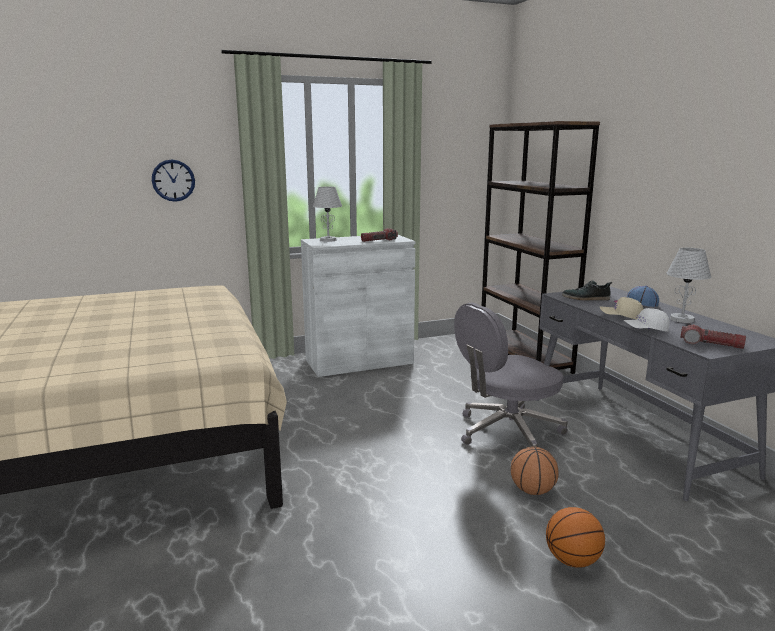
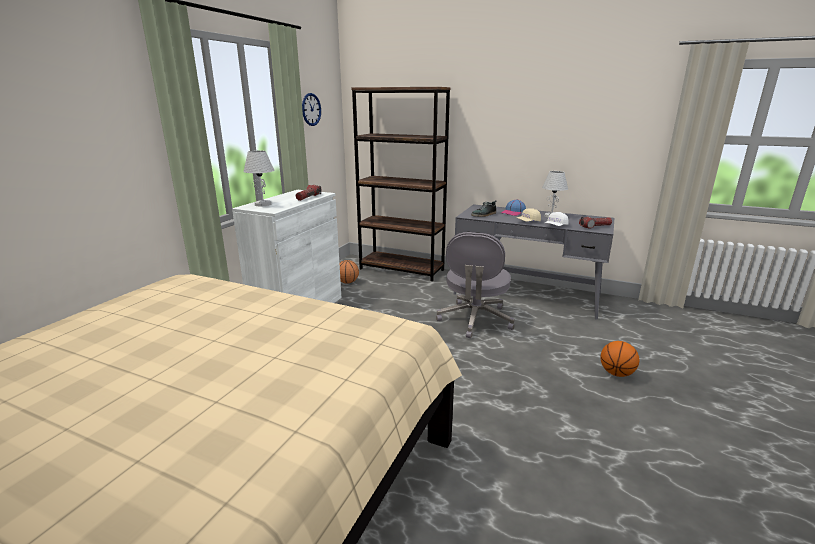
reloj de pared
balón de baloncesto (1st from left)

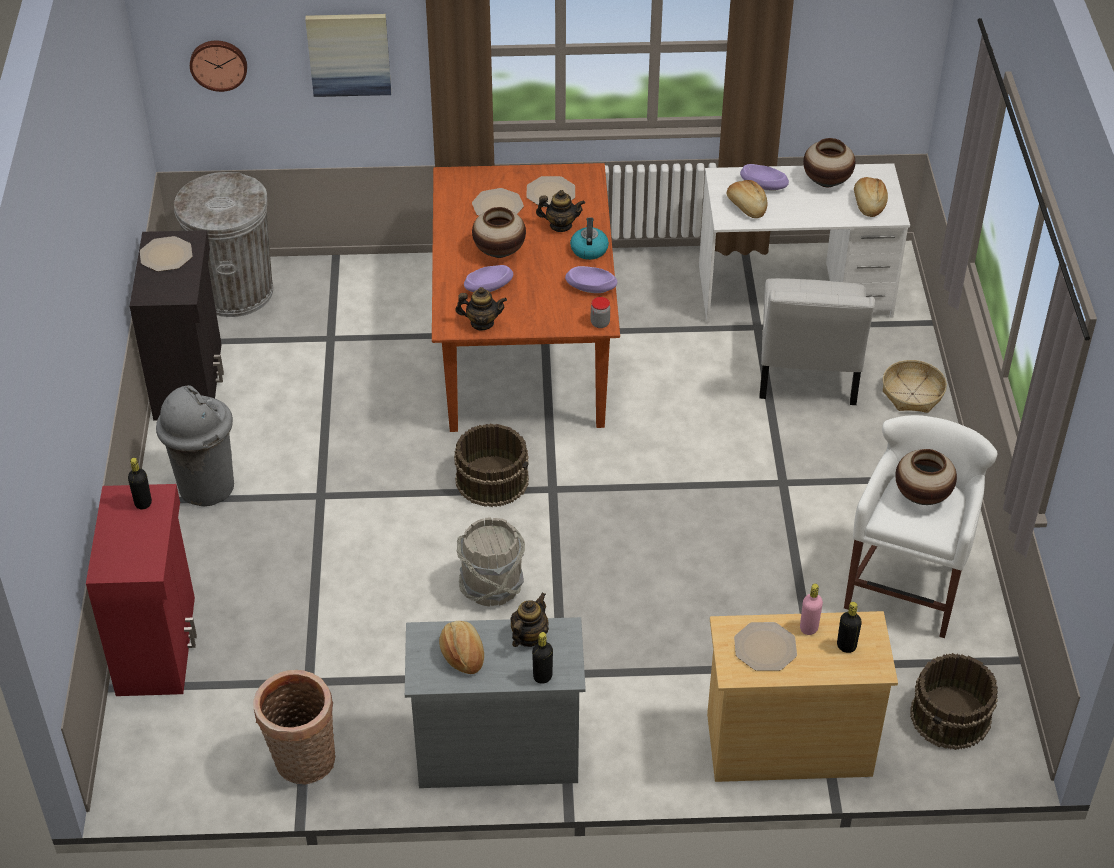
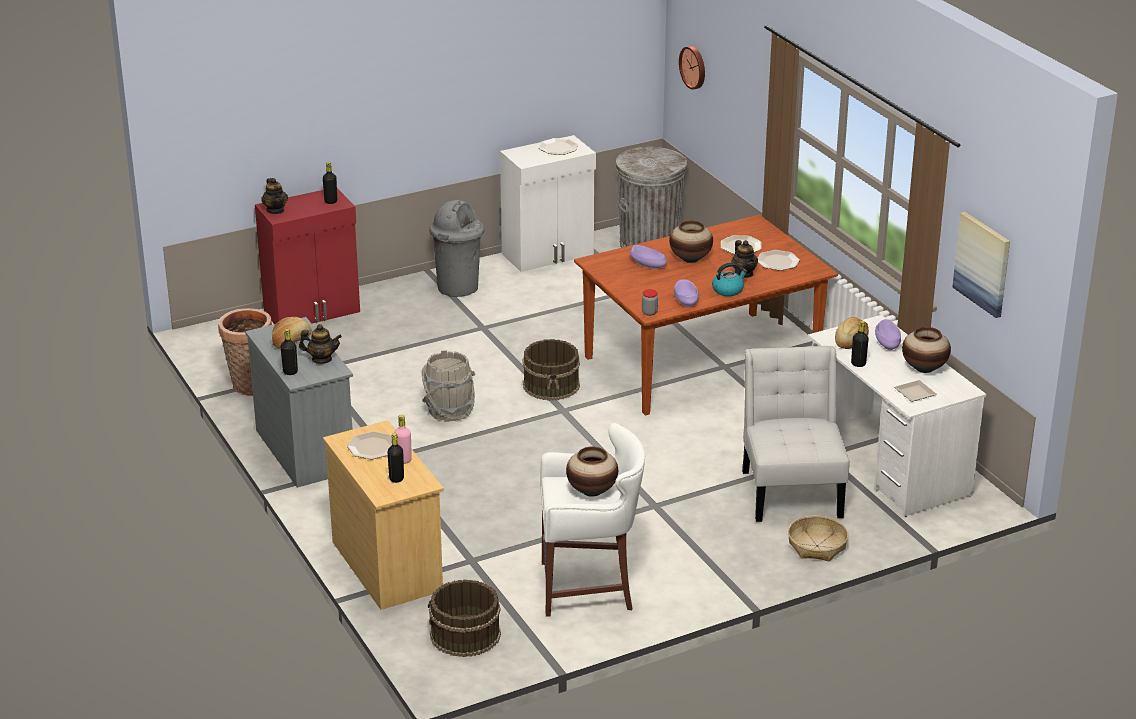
botella (negro) (4th from left)
cuadro
tetera (1st from left)
plato (5th from left)
armario (blanco)
silla (blanco)

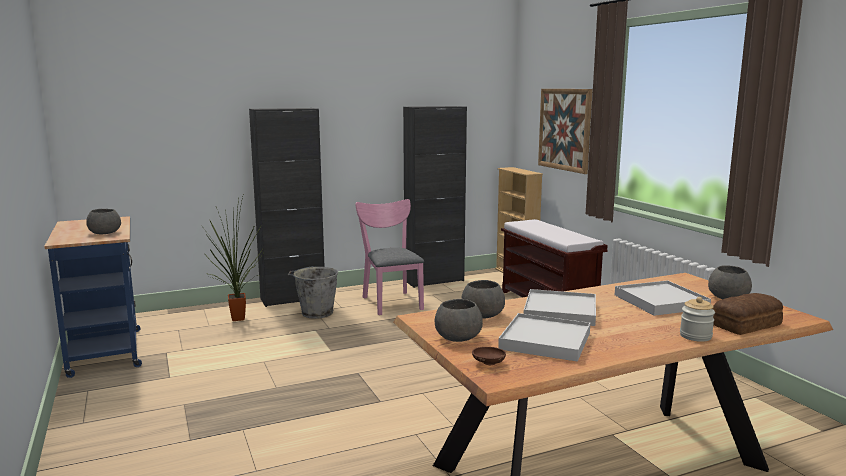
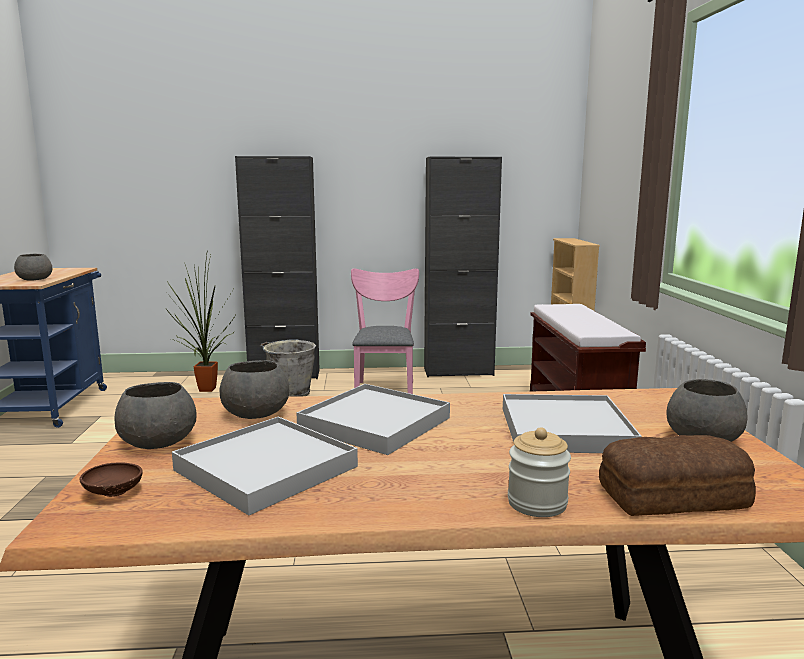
cuadro

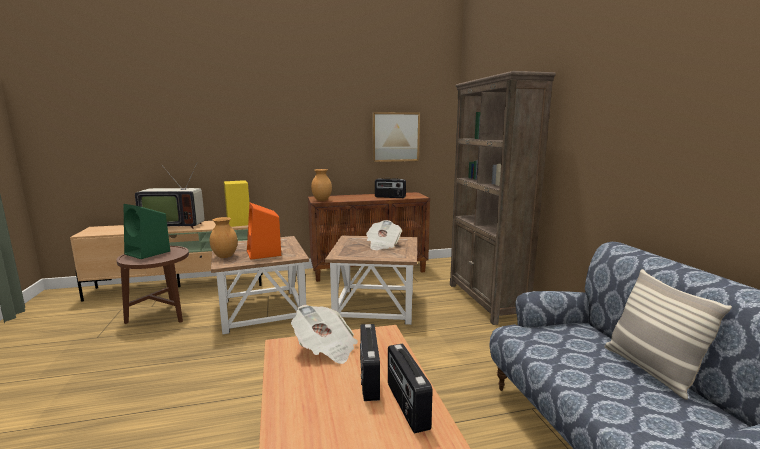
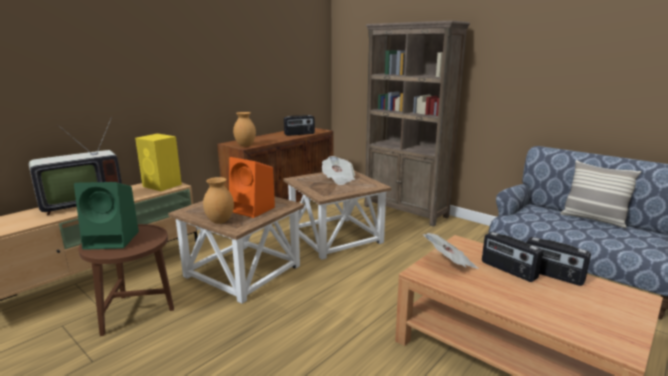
cuadro

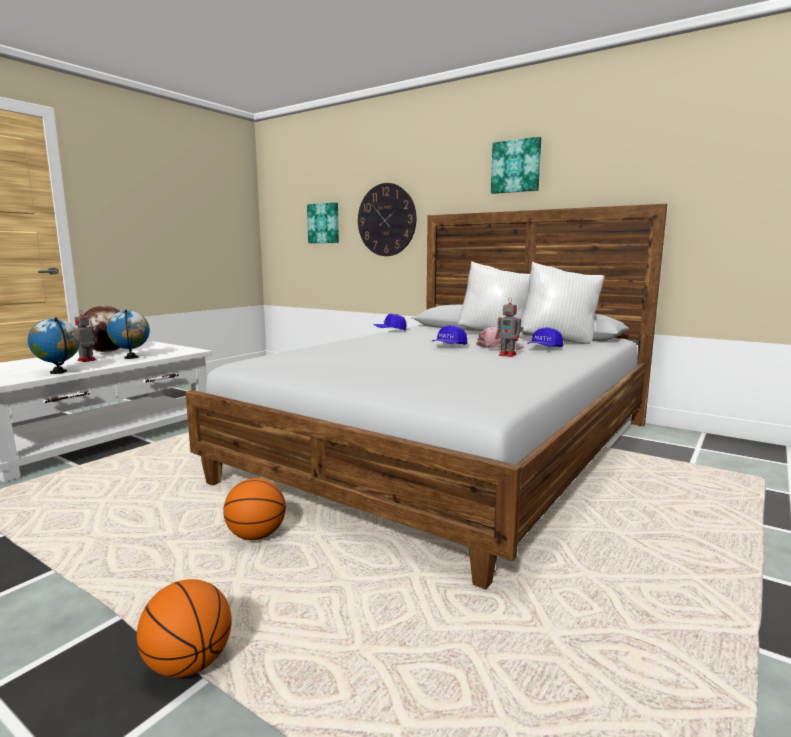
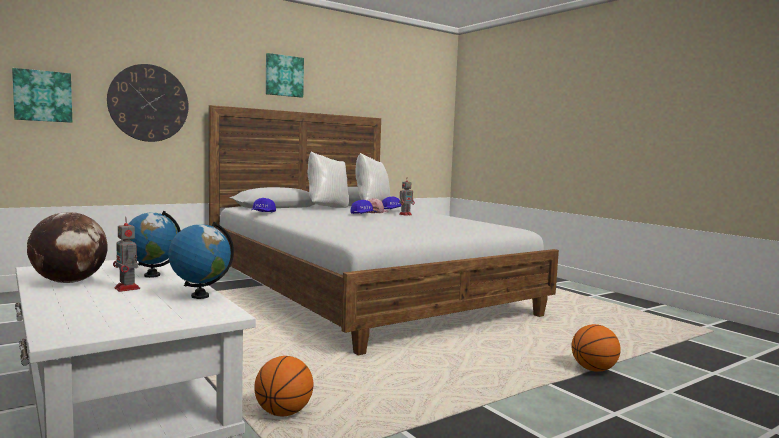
balón de baloncesto (1st from left)

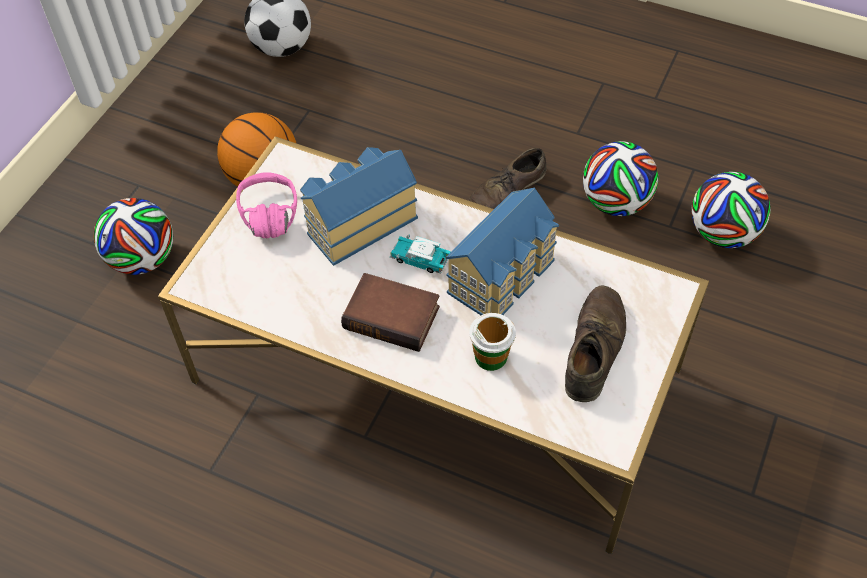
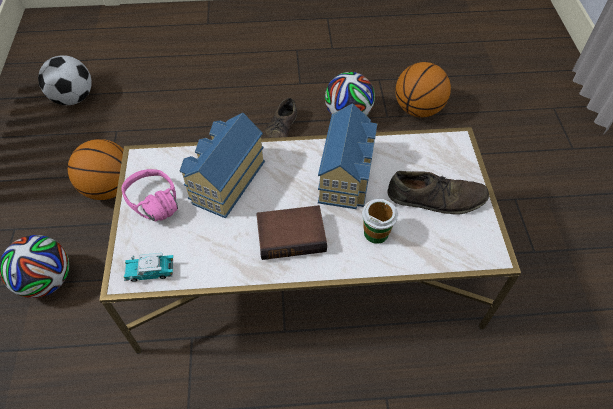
coche de juguete
balón de baloncesto (2nd from left)
zapato (marrón) (2nd from left)

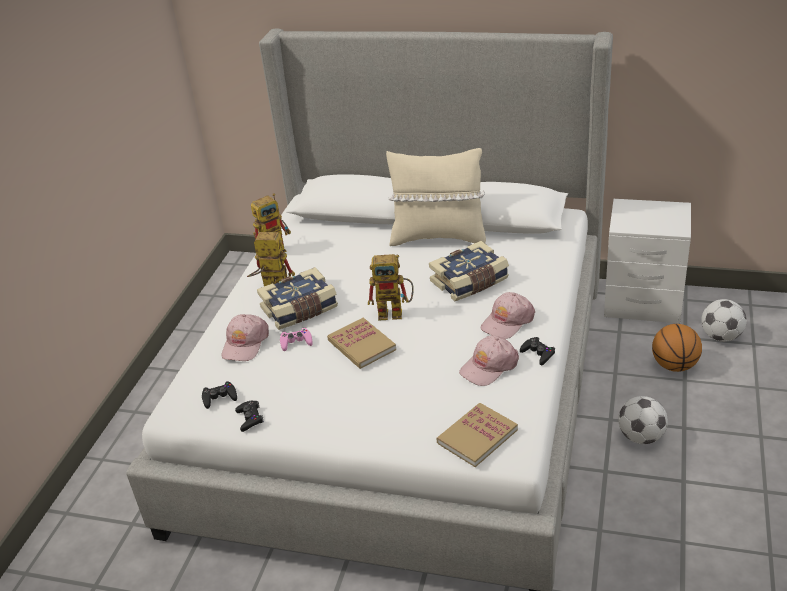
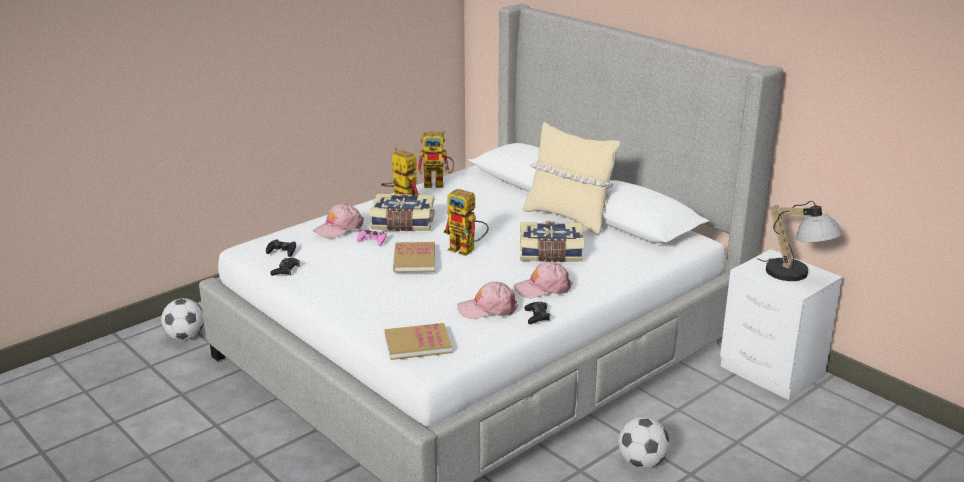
balón de baloncesto
lámpara de mesa
balón de fútbol (1st from left)

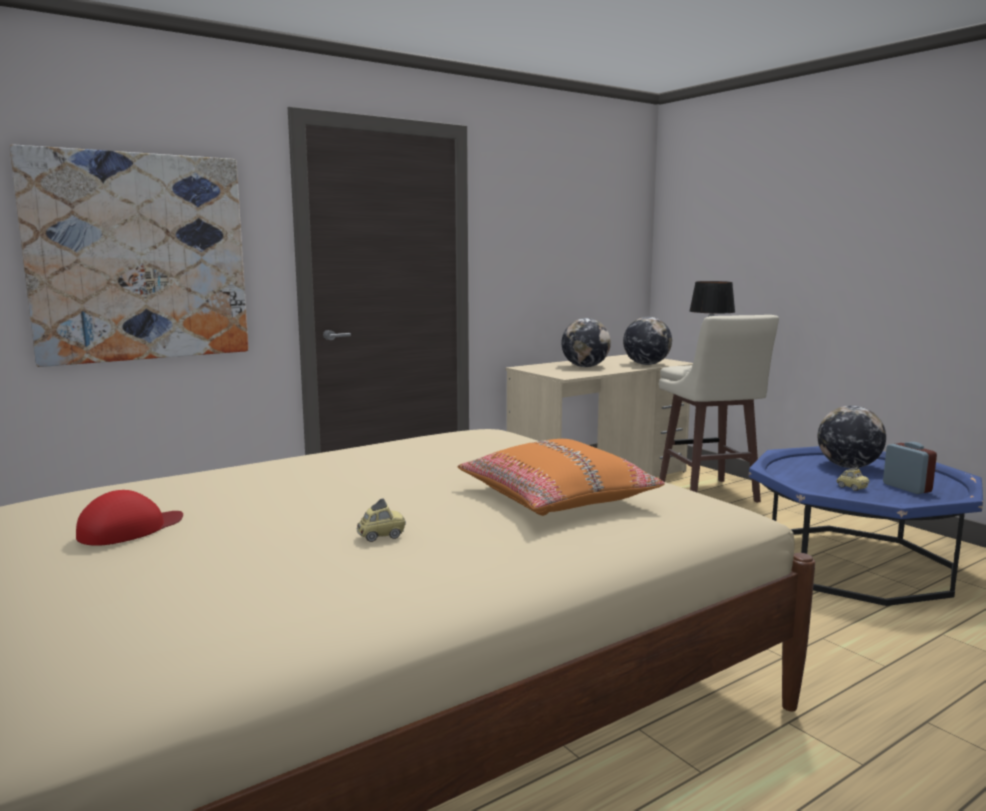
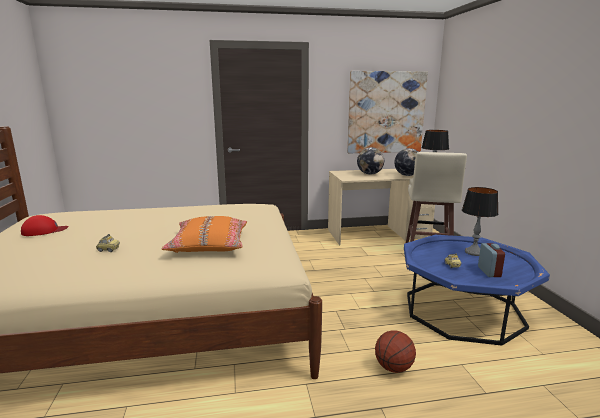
balón de baloncesto
cuadro
lámpara de mesa (2nd from left)

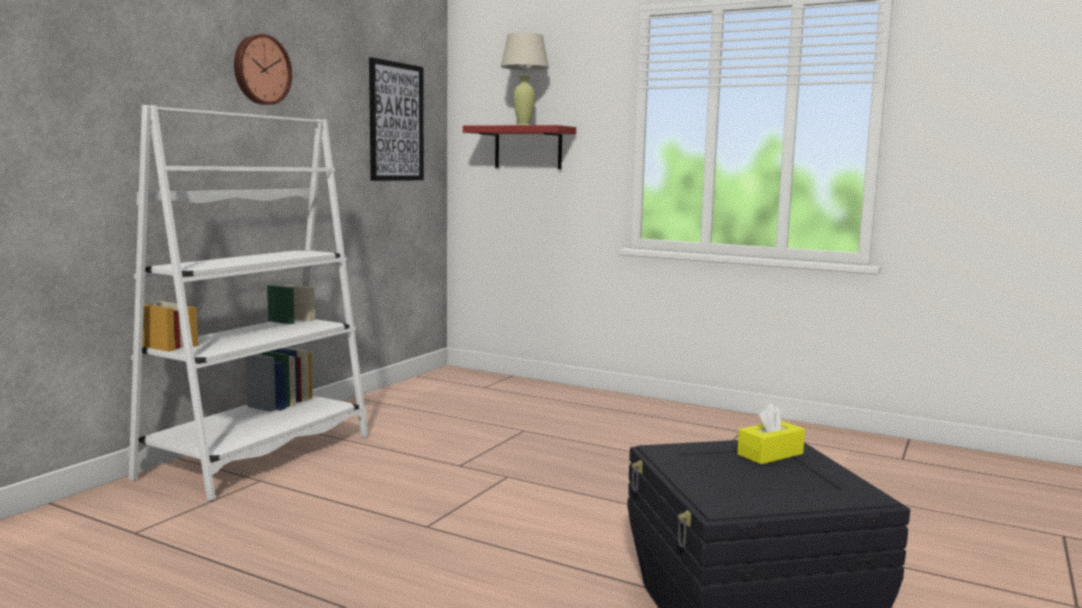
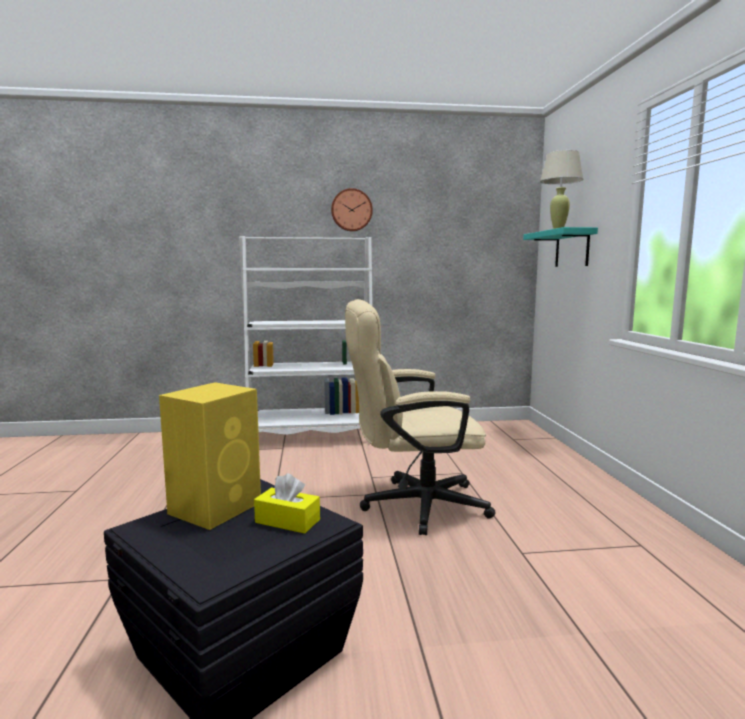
cuadro
altavoz (amarillo)
silla de oficina (beis)
estante (turquesa)

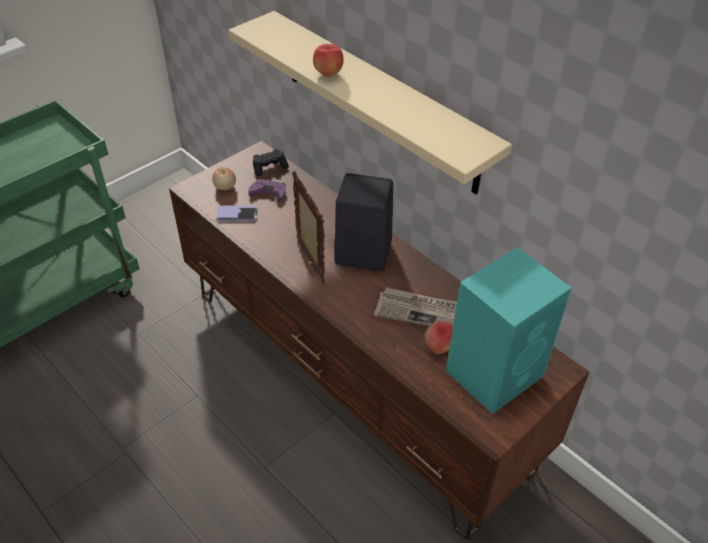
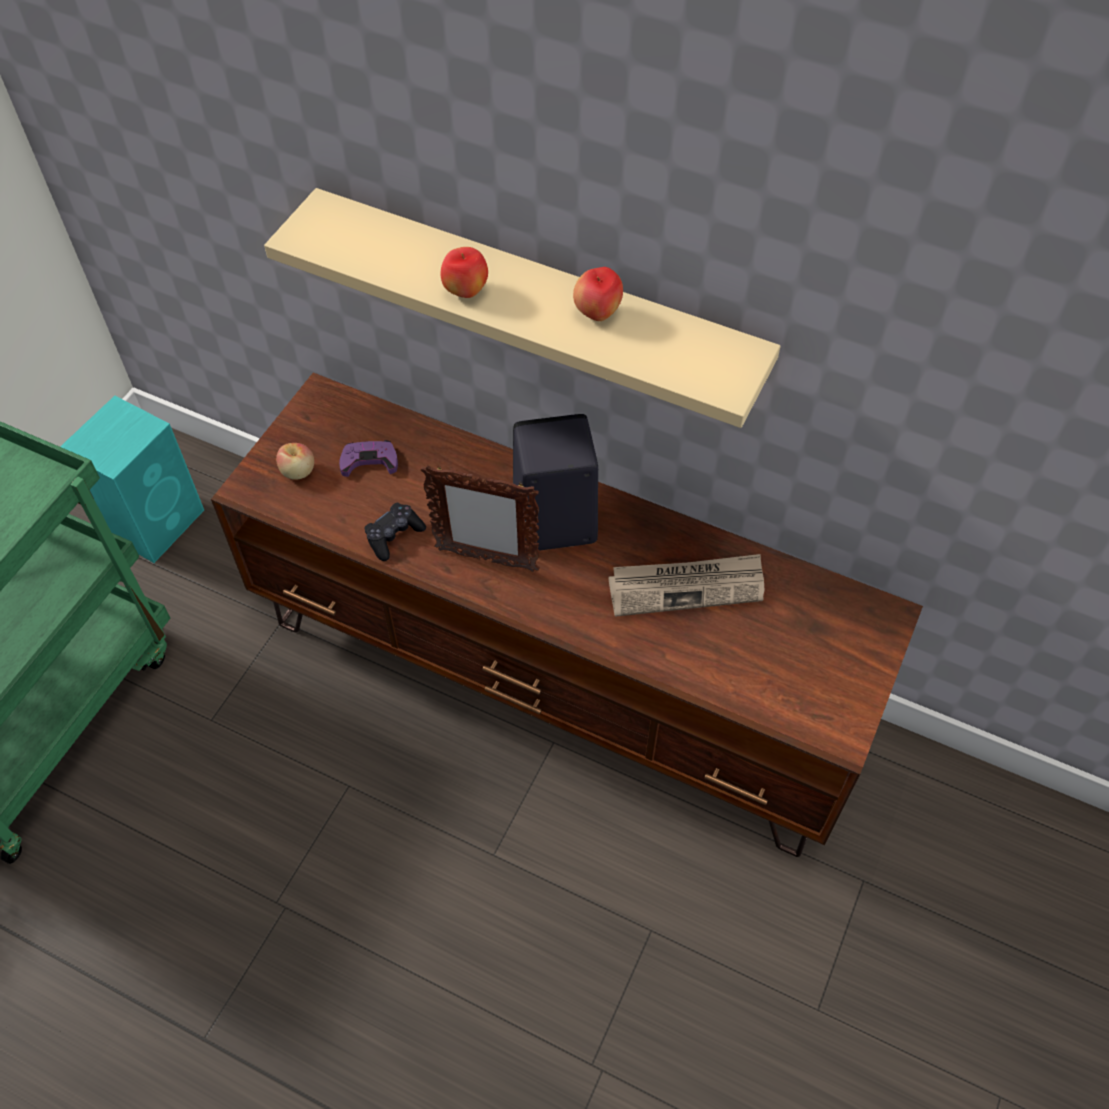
móvil
mando de consola (negro)
manzana (3rd from left)
altavoz (turquesa)
portarretratos

